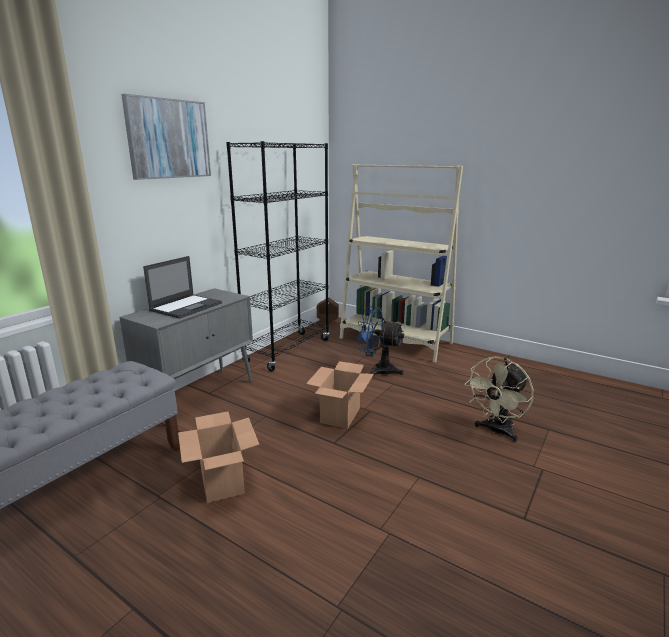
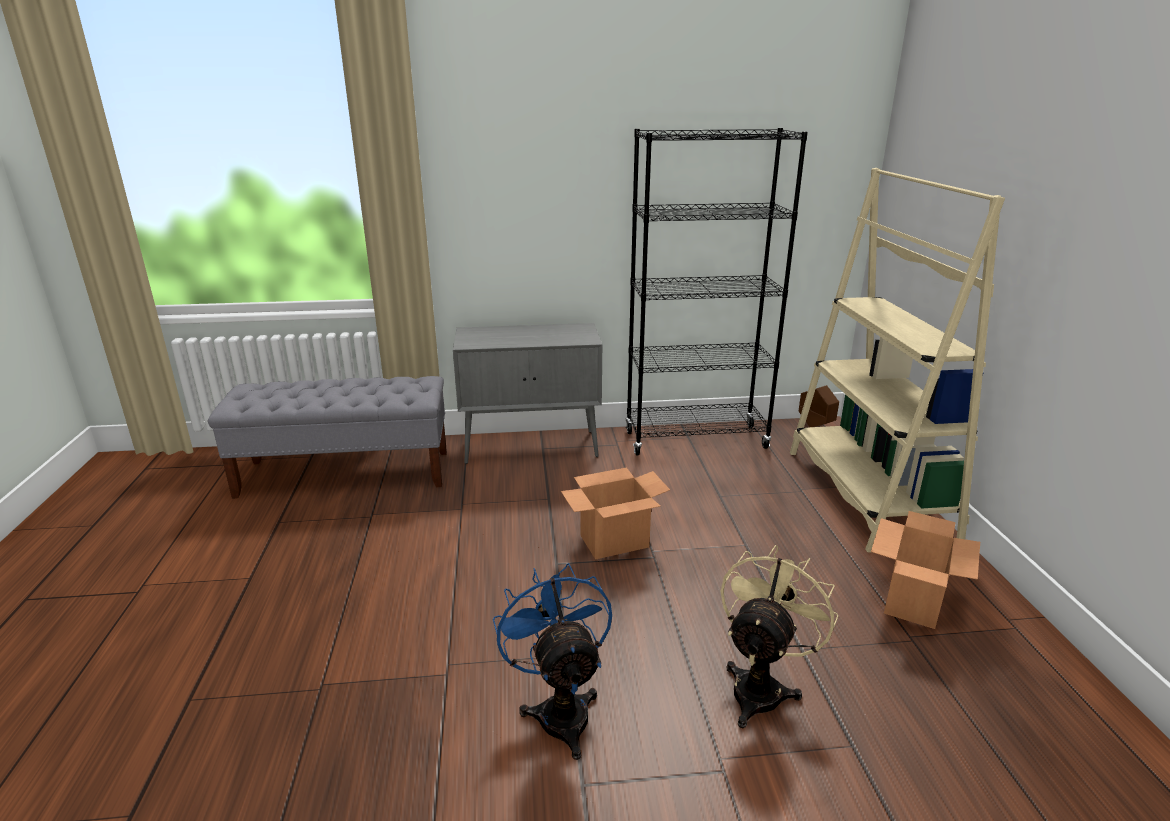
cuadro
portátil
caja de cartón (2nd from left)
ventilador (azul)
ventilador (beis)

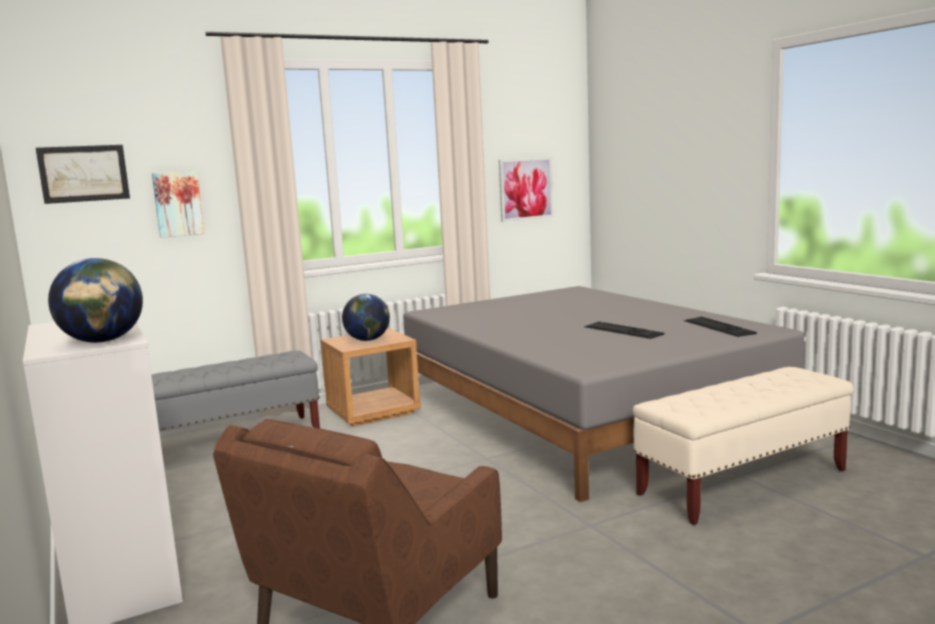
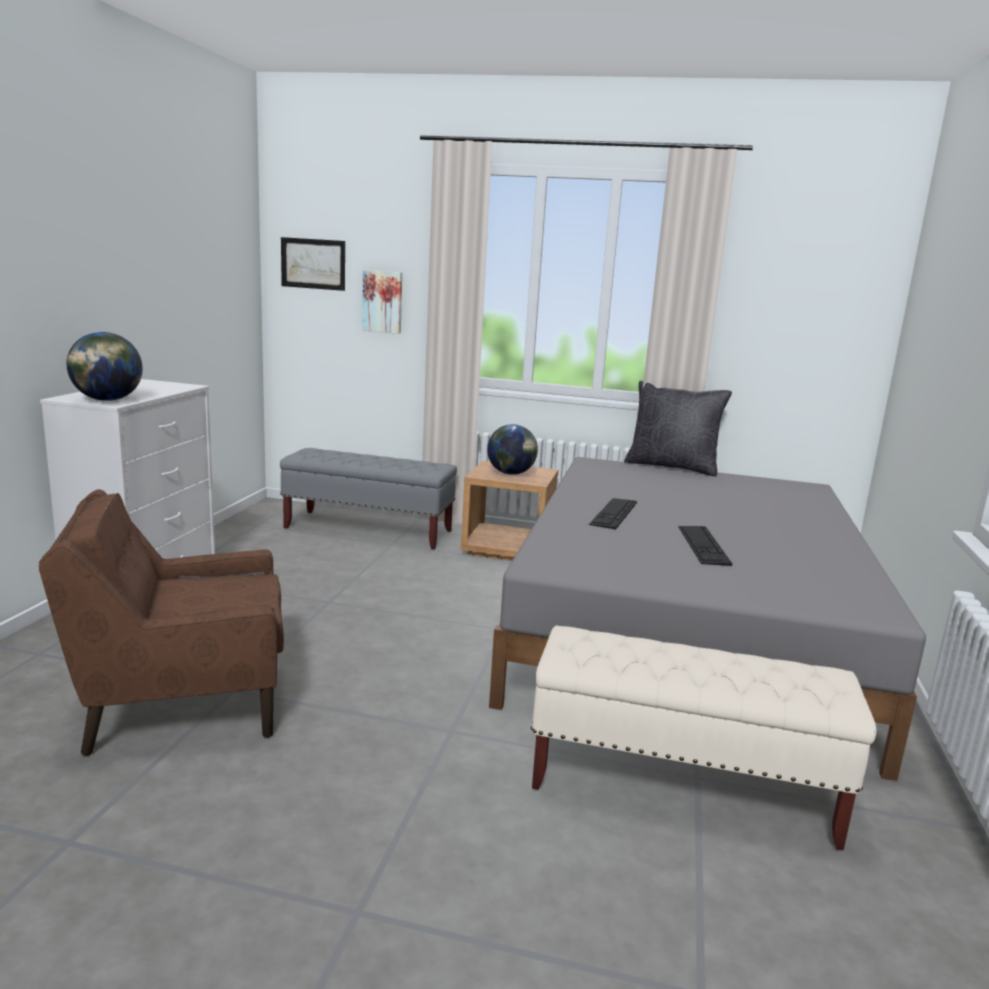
cuadro (3rd from left in the first image)
cojín (negro)
teclado (1st from left)

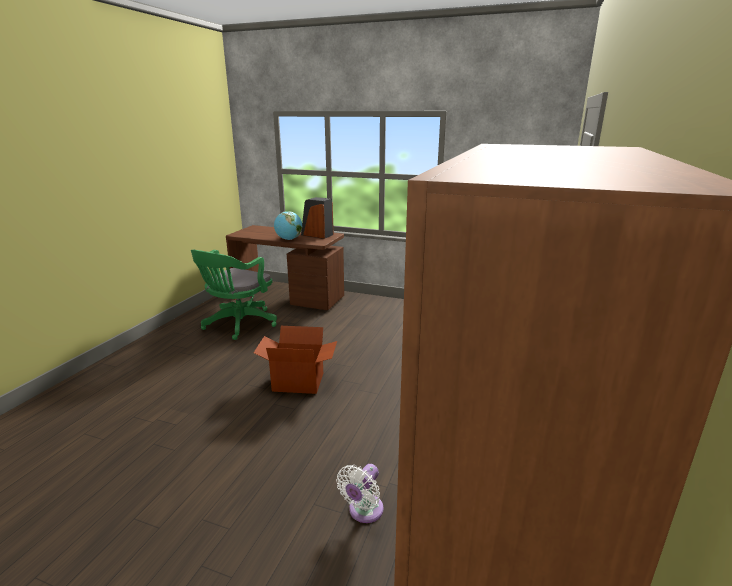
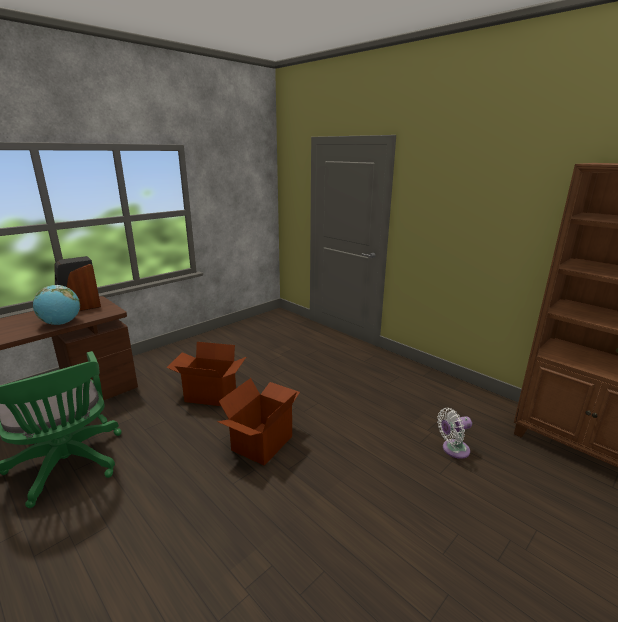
caja de cartón (1st from left)
ventilador (blanco)

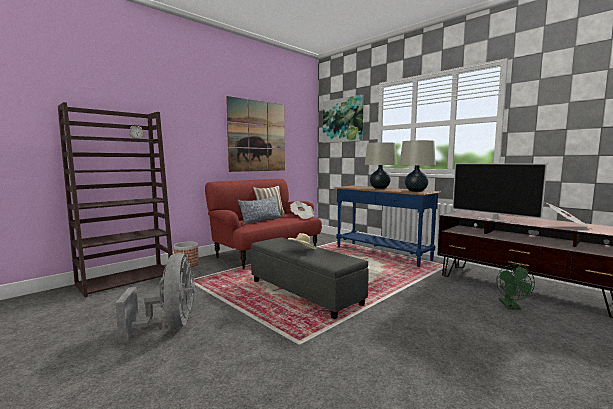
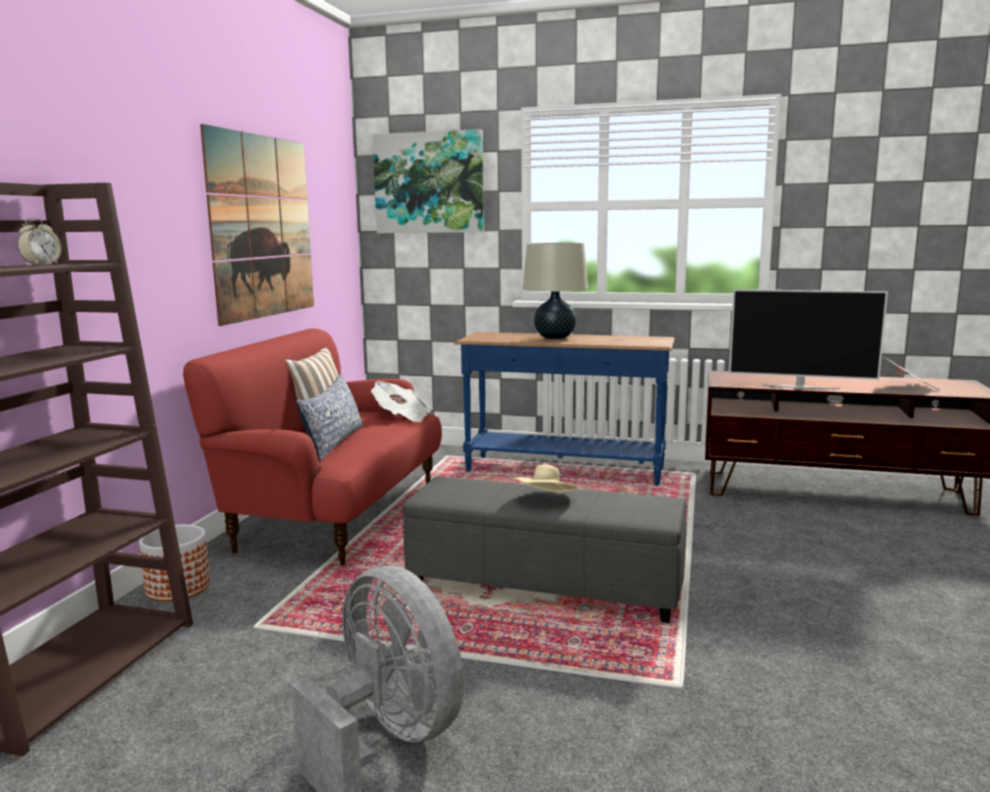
lámpara de mesa (beis) (2nd from left in the first image)
ventilador (verde)

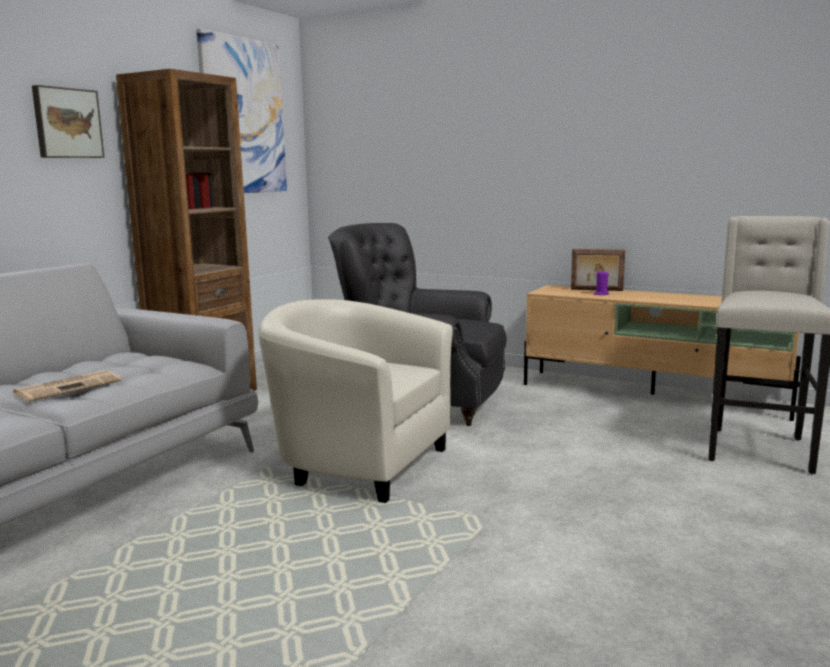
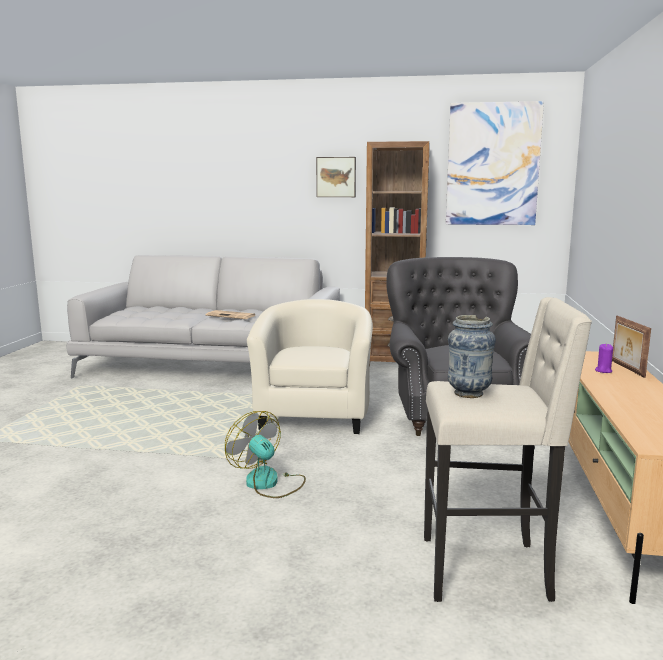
ventilador
florero

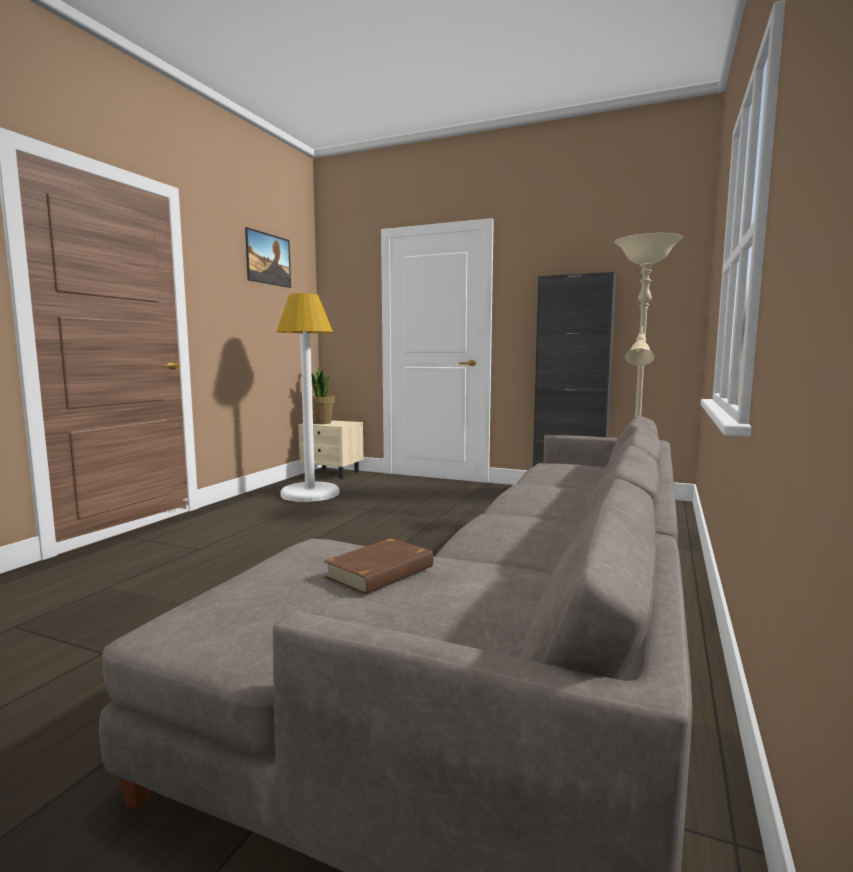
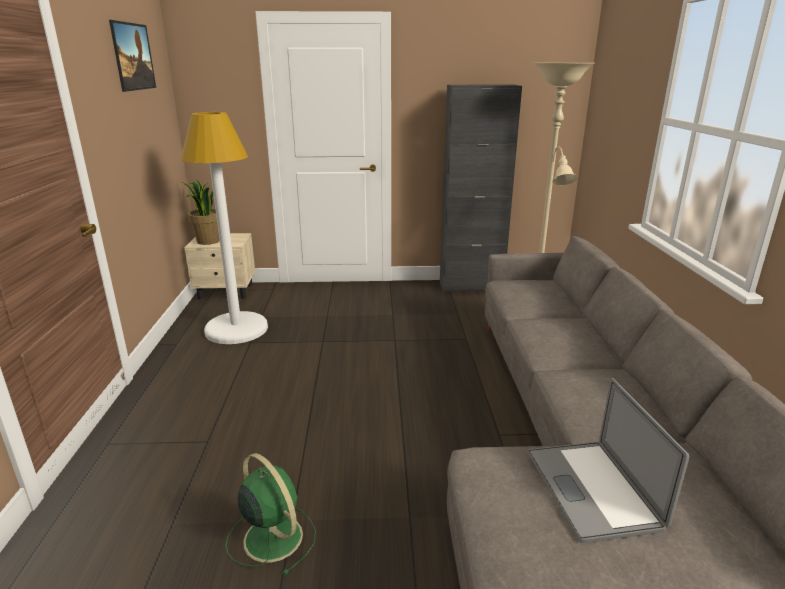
ventilador (verde)
portátil

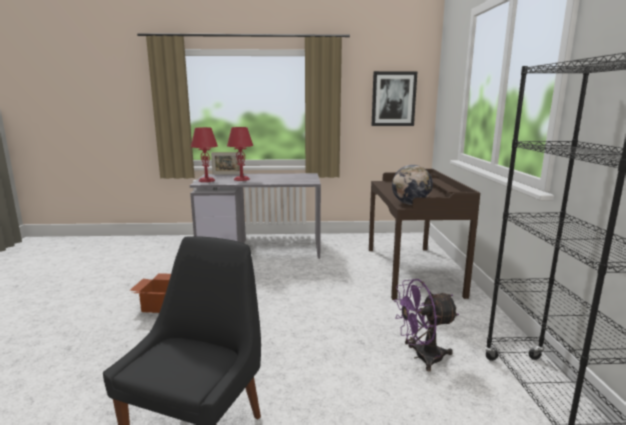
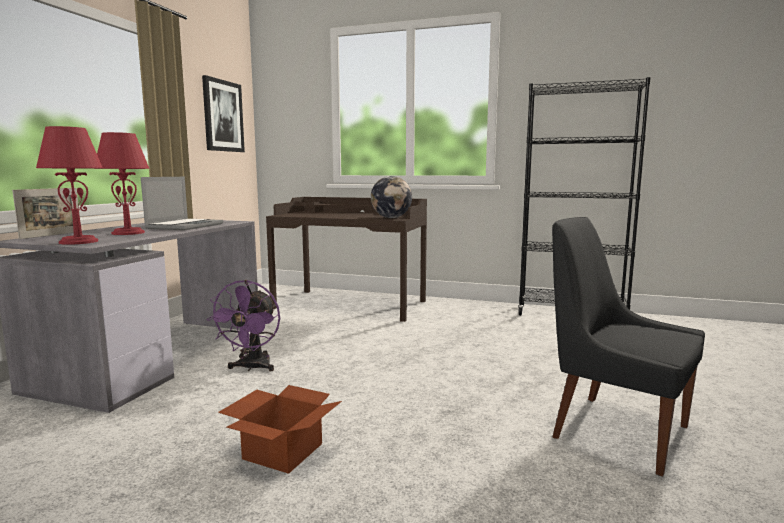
portátil
ventilador (morado)

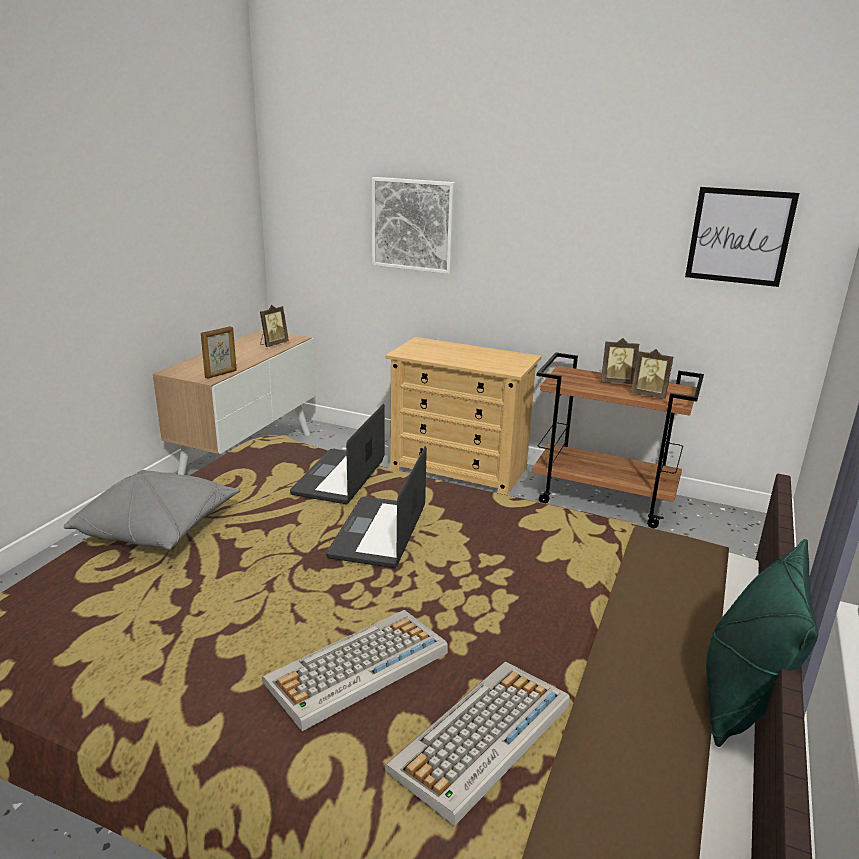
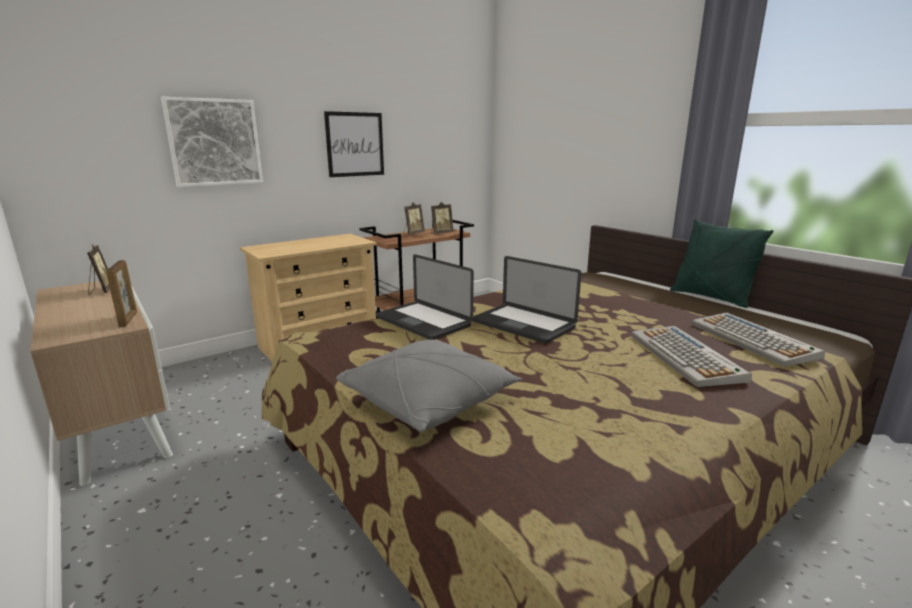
cuadro (2nd from left)

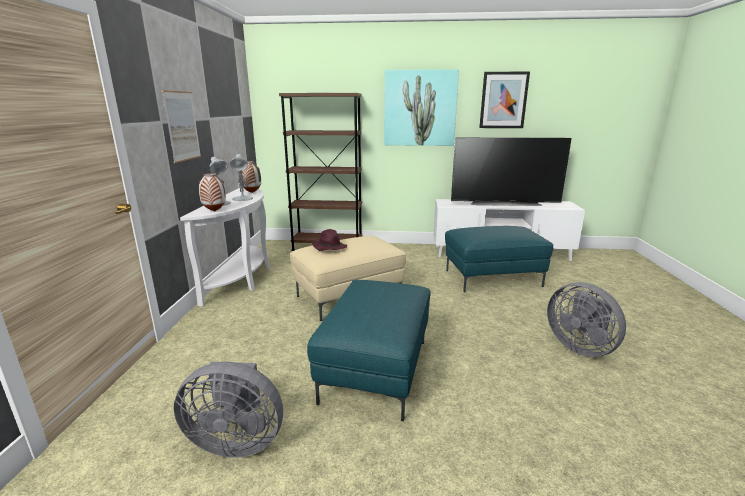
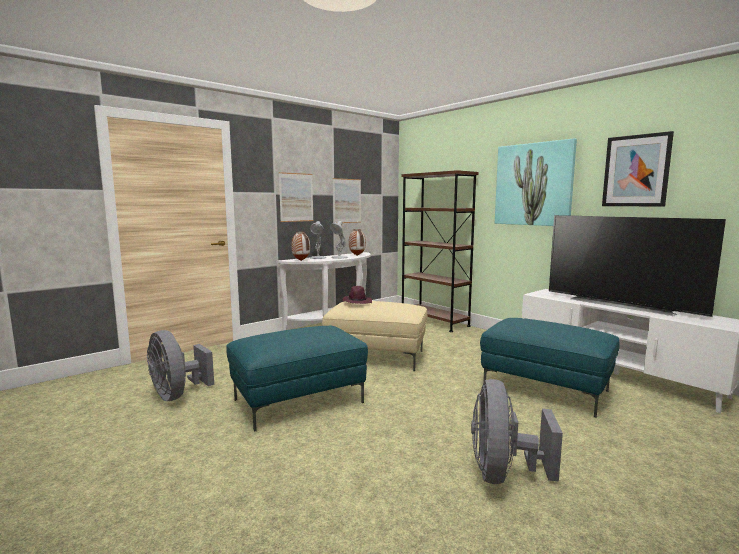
cuadro (2nd from left)

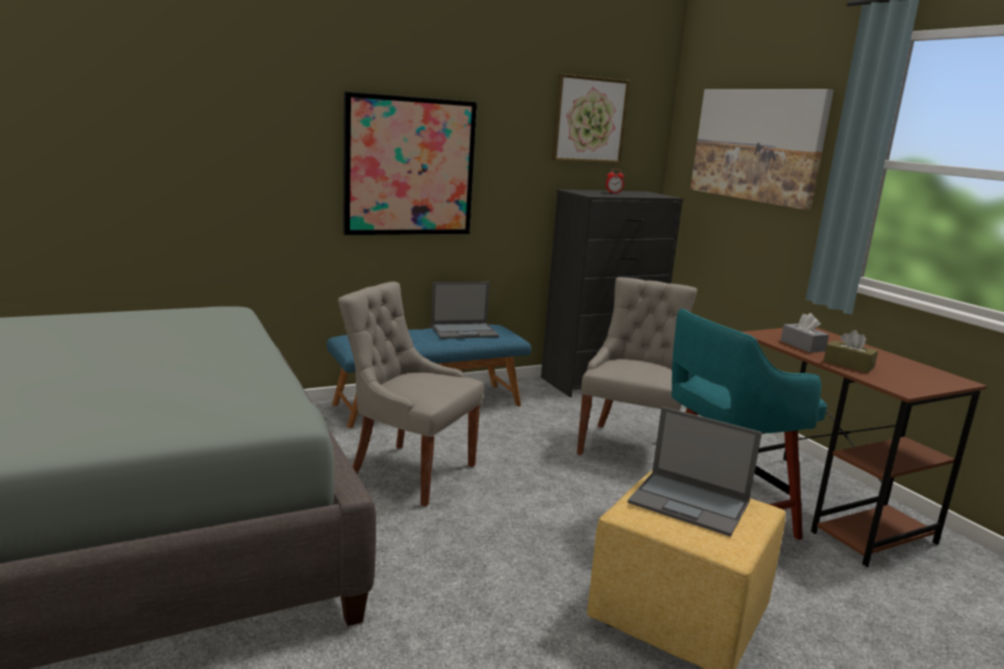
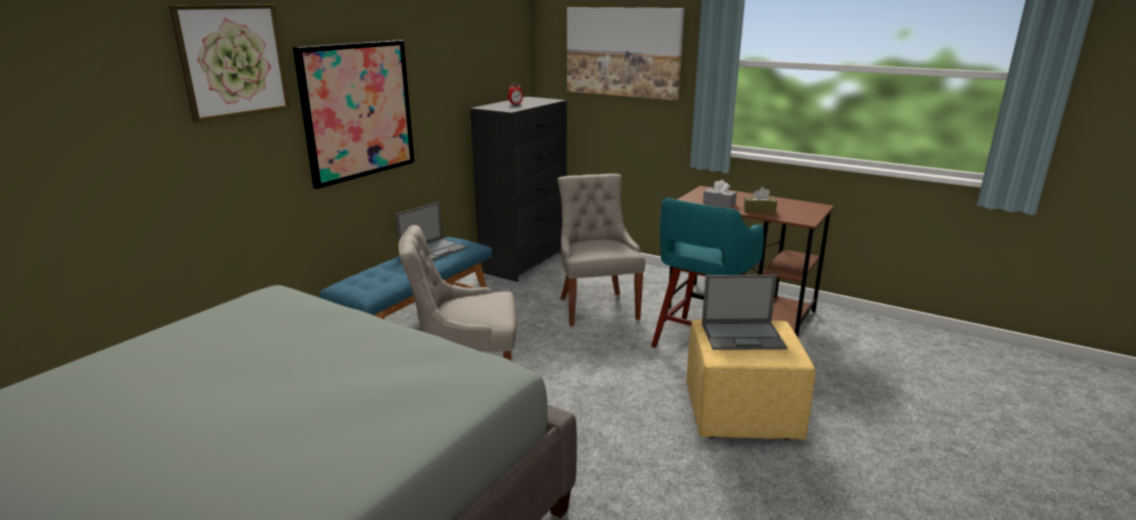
cuadro (1st from left)

